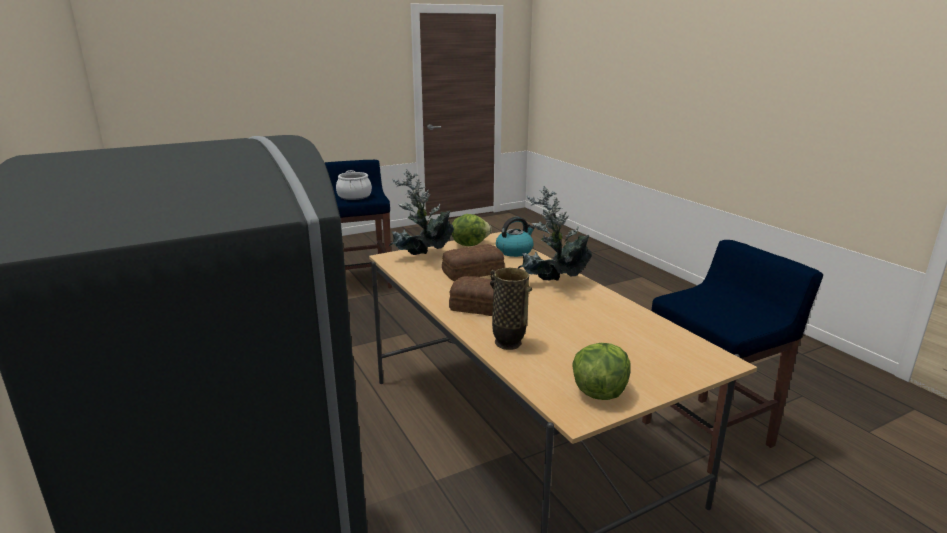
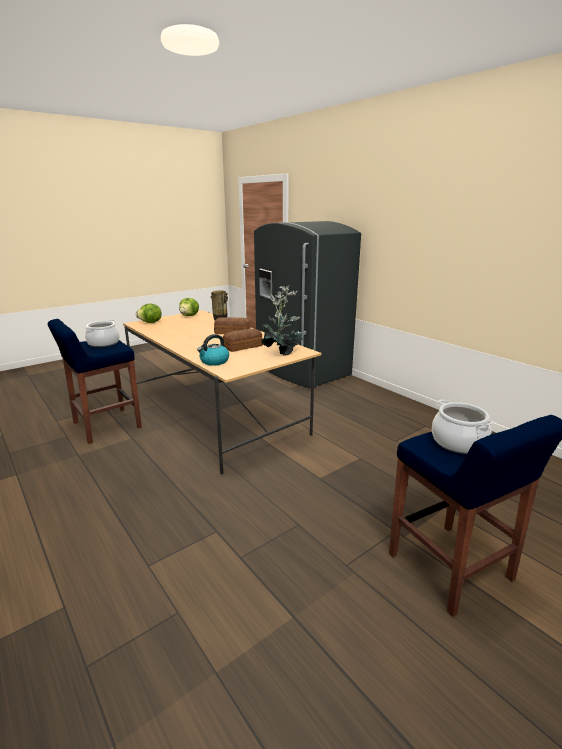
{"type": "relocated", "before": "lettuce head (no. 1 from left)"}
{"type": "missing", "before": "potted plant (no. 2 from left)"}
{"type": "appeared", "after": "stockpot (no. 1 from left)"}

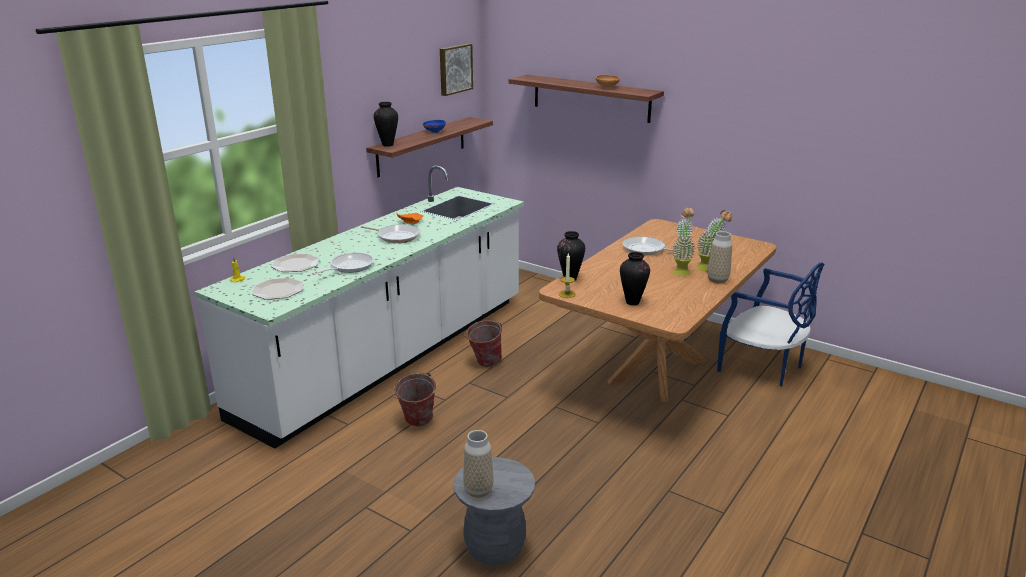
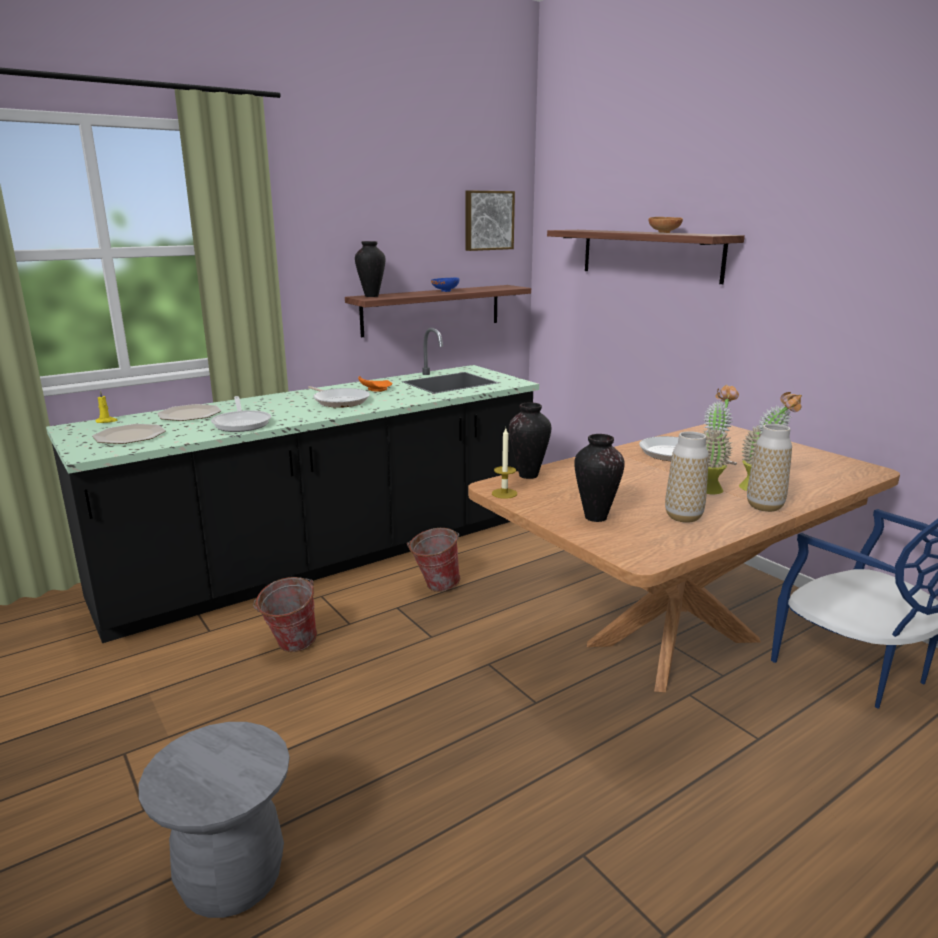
{"type": "colour", "before": "whitish counter", "after": "black-coloured counter"}
{"type": "spun", "before": "frying pan (no. 1 from left)", "turn": 105}
{"type": "relocated", "before": "decorative vase (no. 2 from left in the first image)", "after": "decorative vase (no. 4 from left)"}

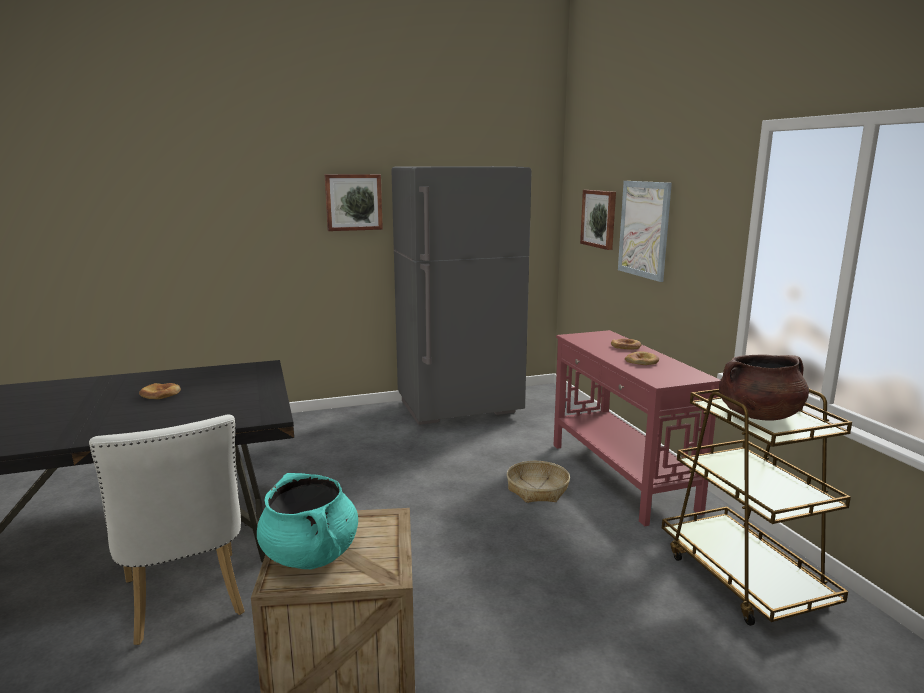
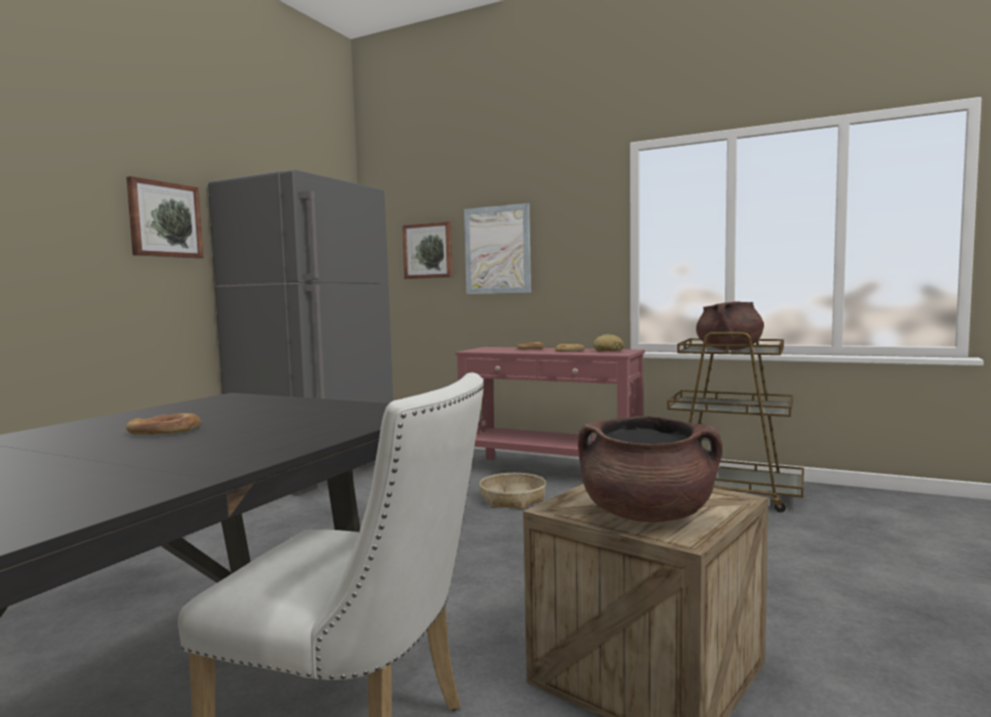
{"type": "colour", "before": "turquoise stockpot", "after": "brownish stockpot (no. 1 from left)"}
{"type": "appeared", "after": "bakery bread (no. 4 from left)"}

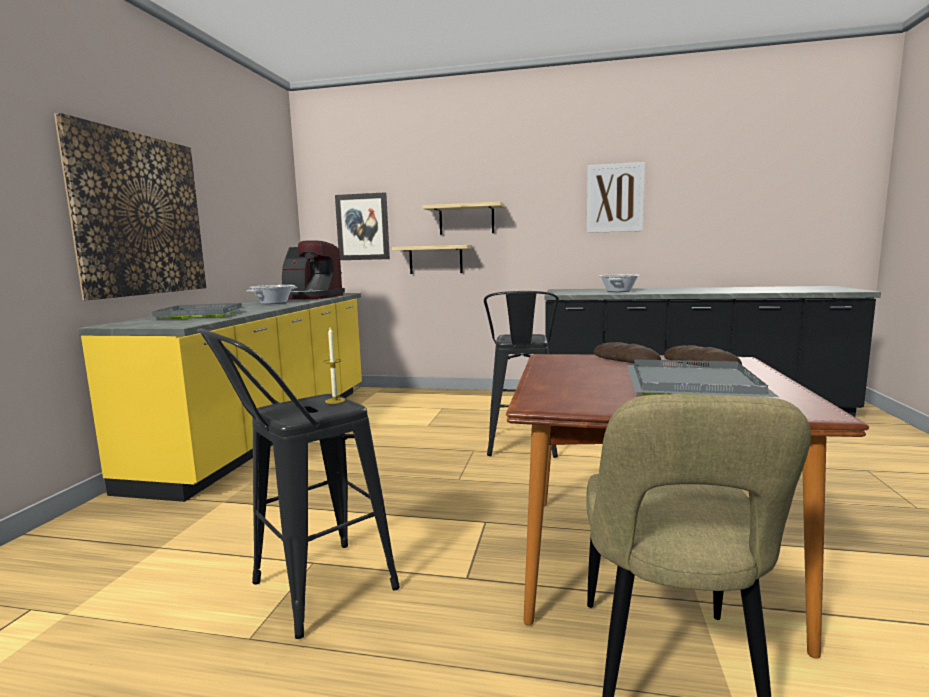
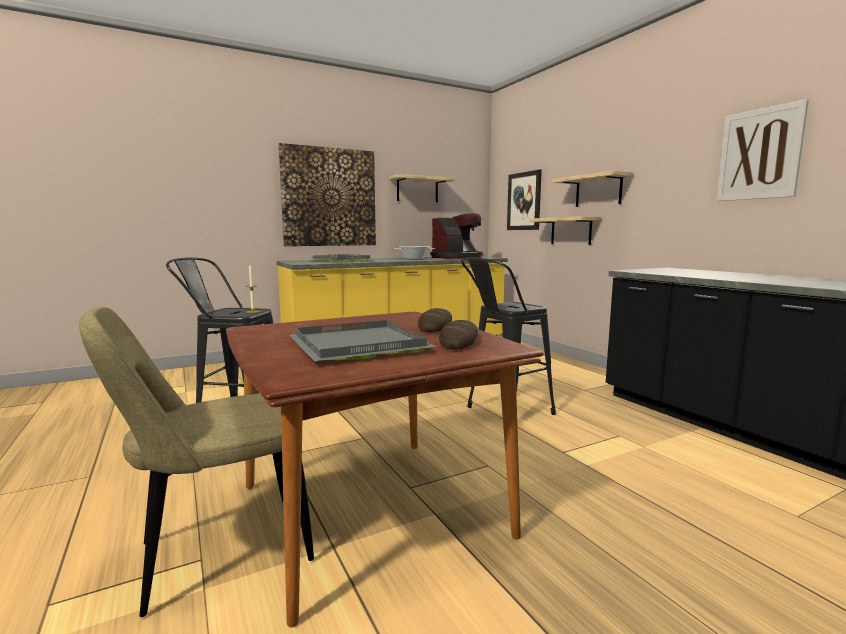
{"type": "spun", "before": "coffee machine", "turn": -105}
{"type": "missing", "before": "stockpot (no. 2 from left)"}
{"type": "appeared", "after": "wall shelf (no. 1 from left)"}

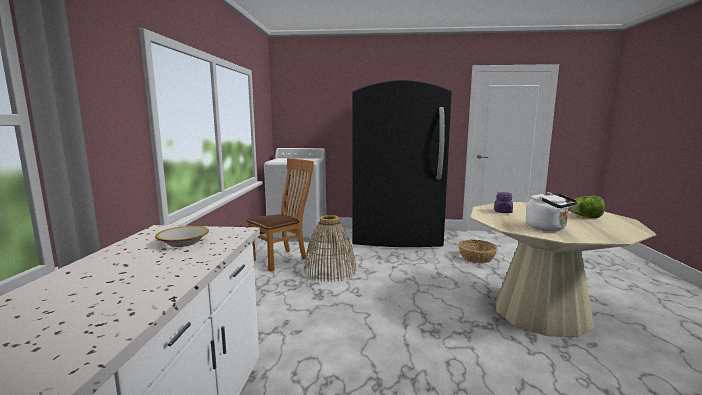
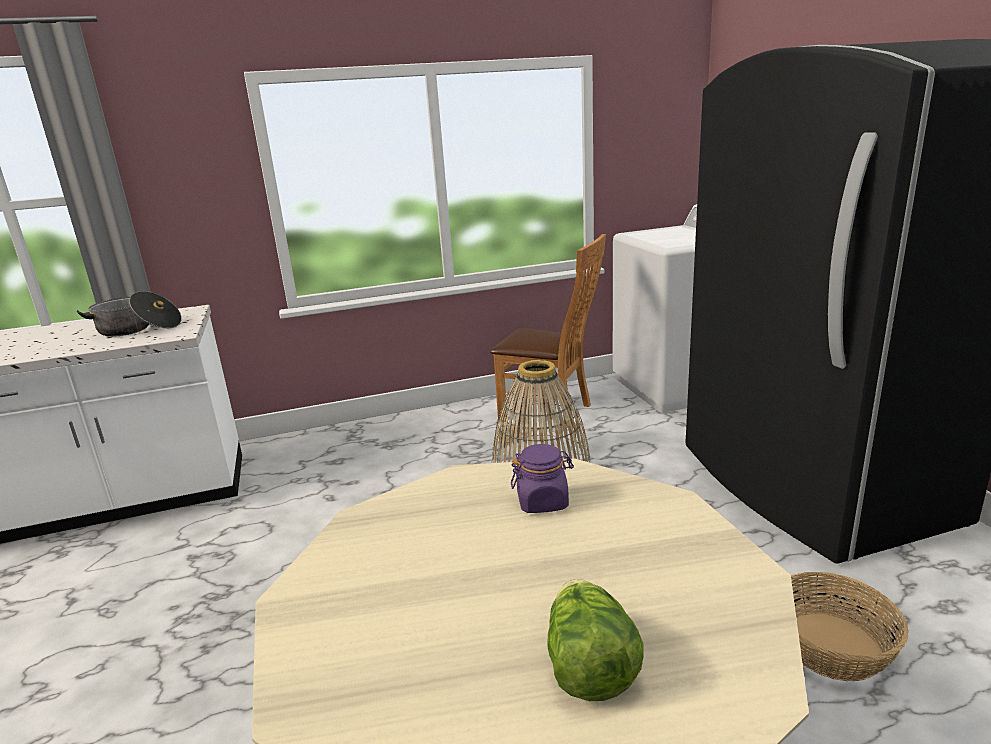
{"type": "exchanged", "before": "serving bowl", "after": "stockpot"}
{"type": "missing", "before": "whitish kettle"}

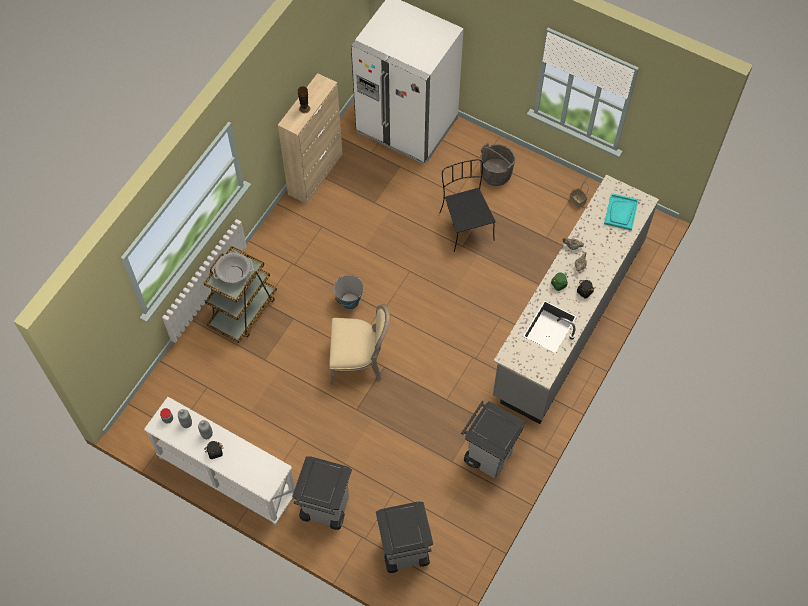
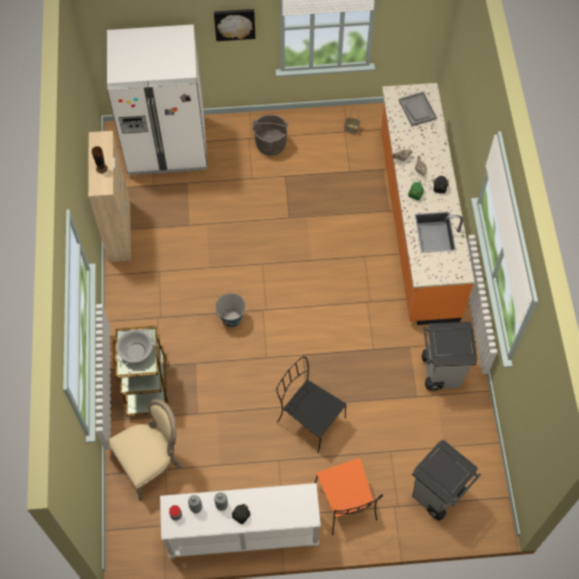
{"type": "exchanged", "before": "gray rubbish bin (no. 1 from left)", "after": "orange chair"}
{"type": "relocated", "before": "sand-coloured chair"}
{"type": "relocated", "before": "black-coloured chair"}
{"type": "colour", "before": "gray counter", "after": "orange counter"}
{"type": "colour", "before": "turquoise carrying tray", "after": "gray carrying tray"}
{"type": "appeared", "after": "picture"}

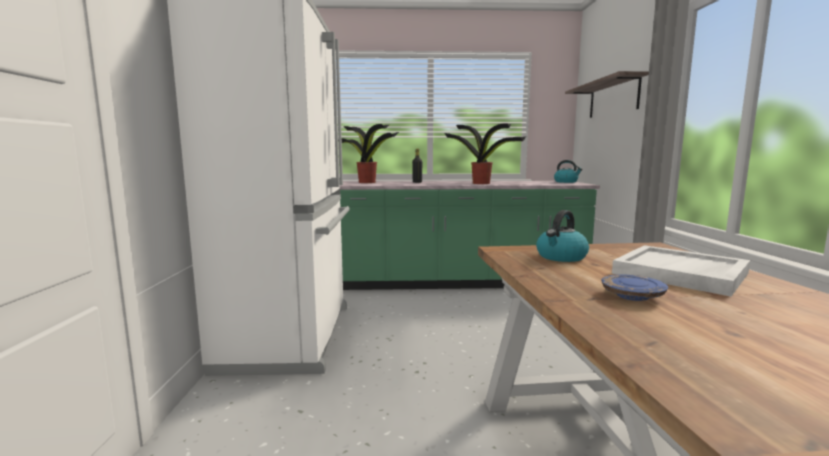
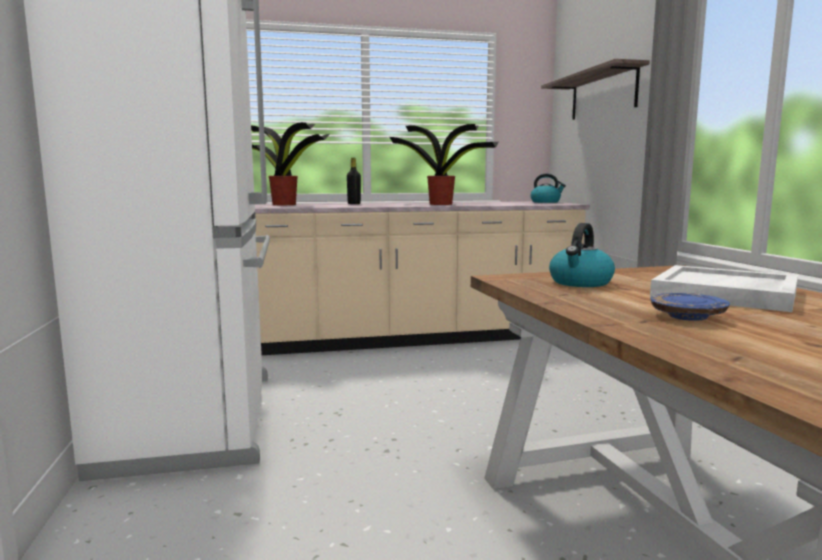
{"type": "colour", "before": "greenish counter", "after": "sand-coloured counter"}

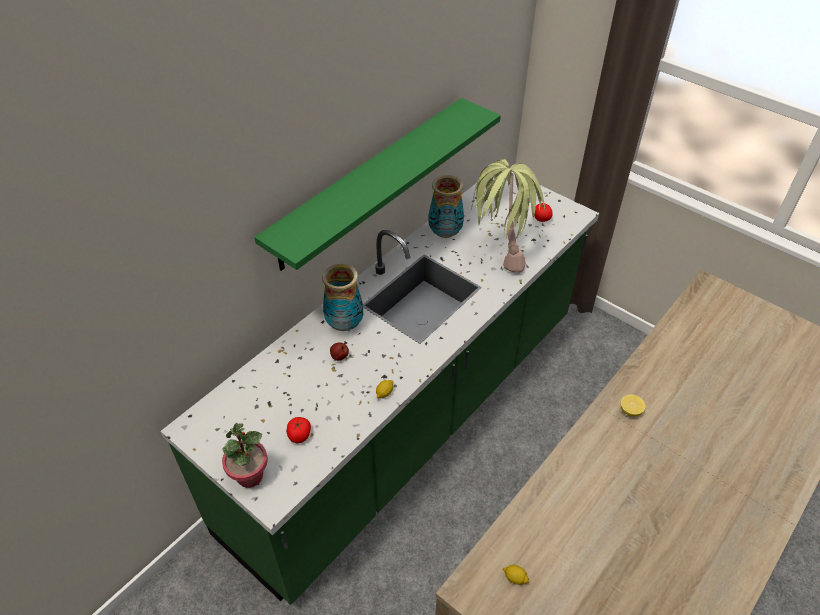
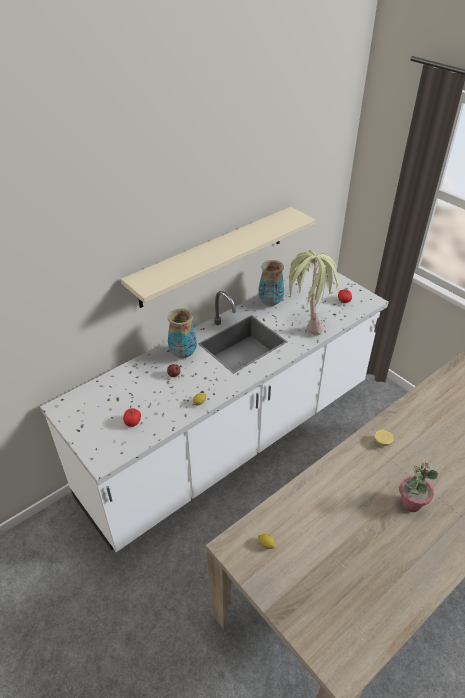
{"type": "colour", "before": "greenish counter", "after": "whitish counter"}
{"type": "relocated", "before": "potted plant (no. 1 from left in the first image)", "after": "potted plant (no. 2 from left)"}
{"type": "colour", "before": "greenish wall shelf", "after": "sand-coloured wall shelf"}

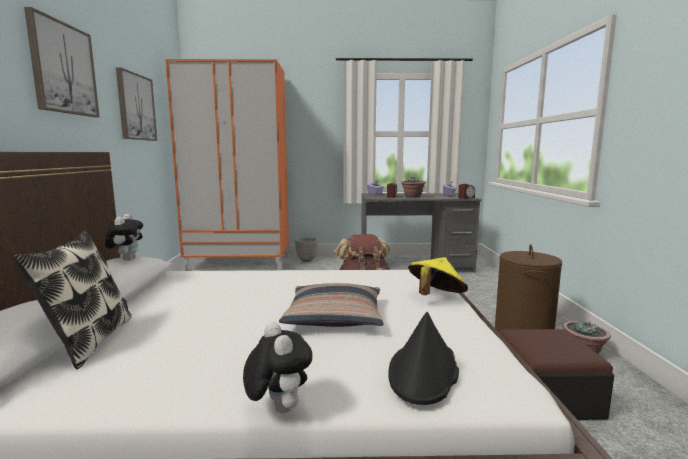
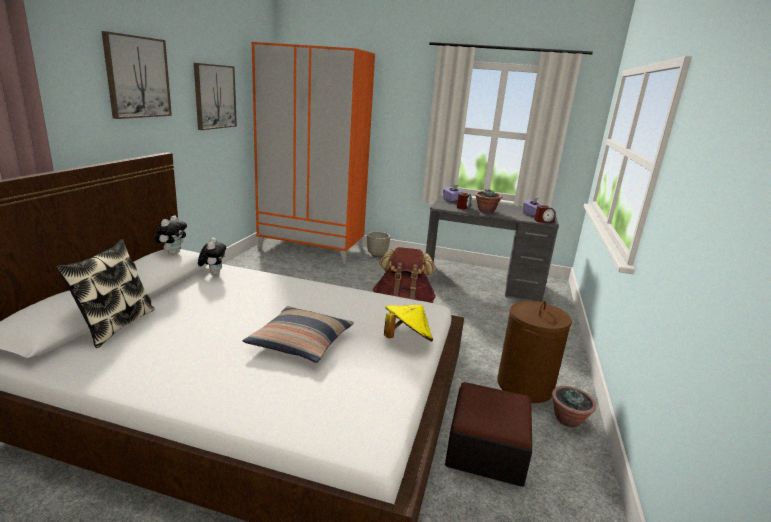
{"type": "relocated", "before": "cuddly toy (no. 2 from left)"}
{"type": "missing", "before": "black-coloured clothing hat"}

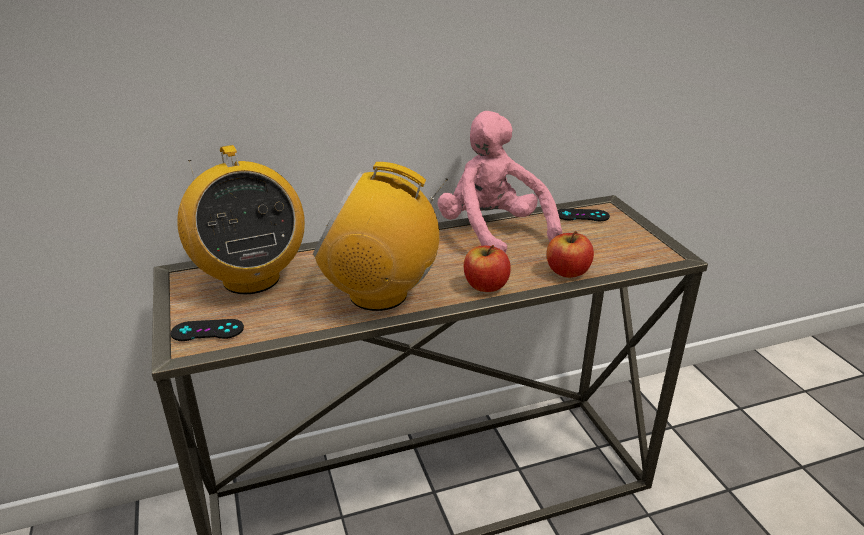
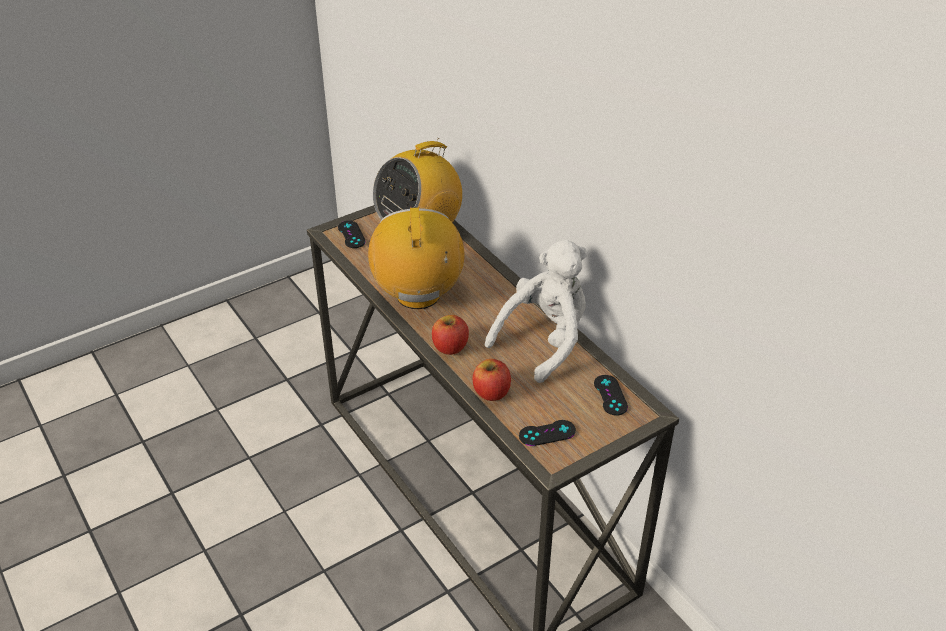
{"type": "colour", "before": "pinkish cuddly toy", "after": "whitish cuddly toy"}
{"type": "appeared", "after": "black-coloured game controller (no. 2 from left)"}

